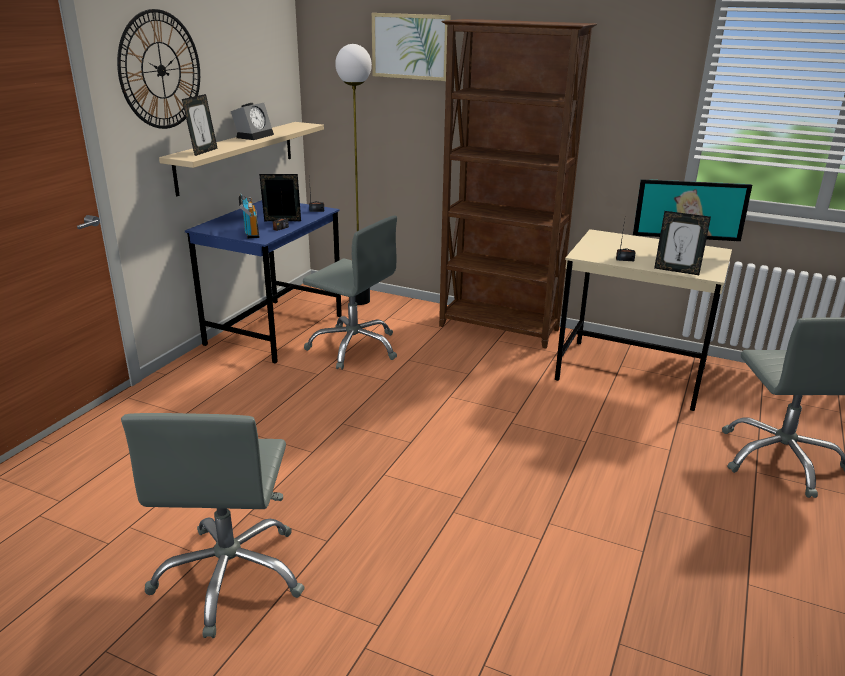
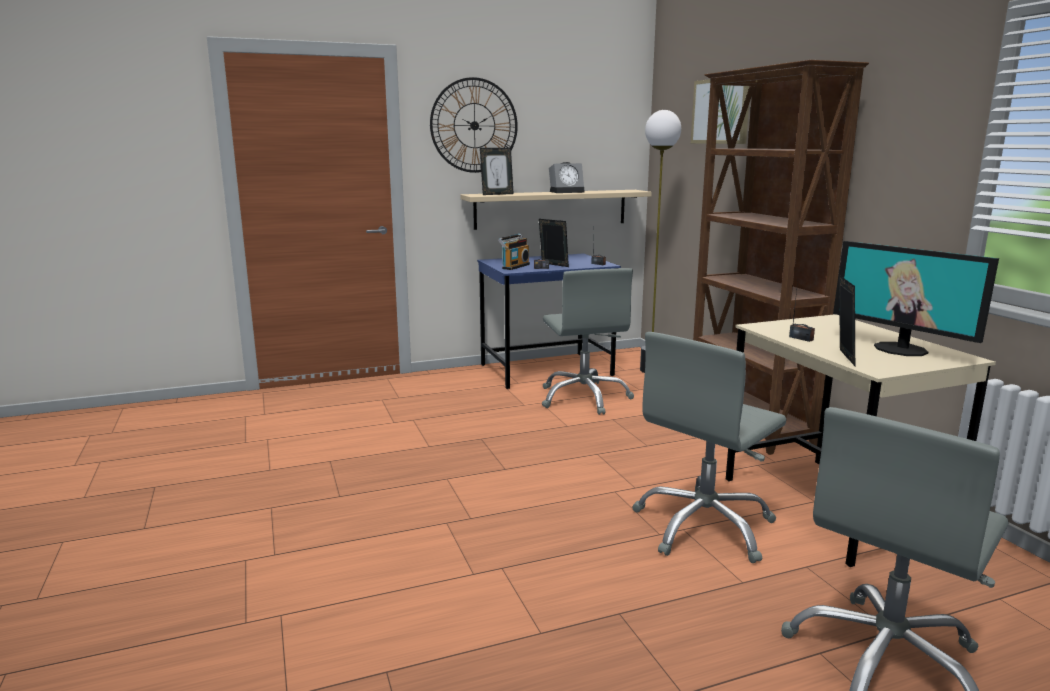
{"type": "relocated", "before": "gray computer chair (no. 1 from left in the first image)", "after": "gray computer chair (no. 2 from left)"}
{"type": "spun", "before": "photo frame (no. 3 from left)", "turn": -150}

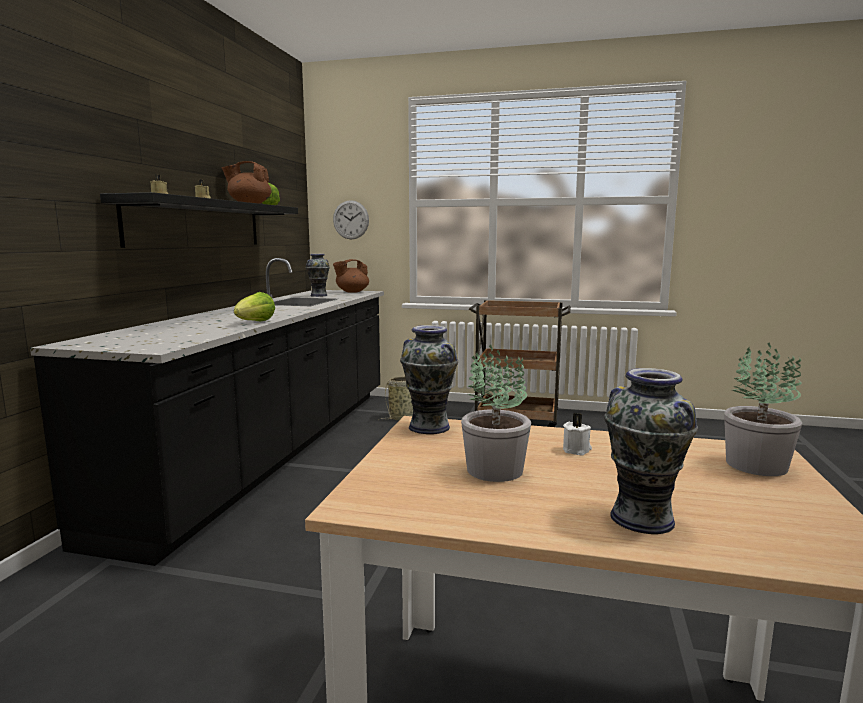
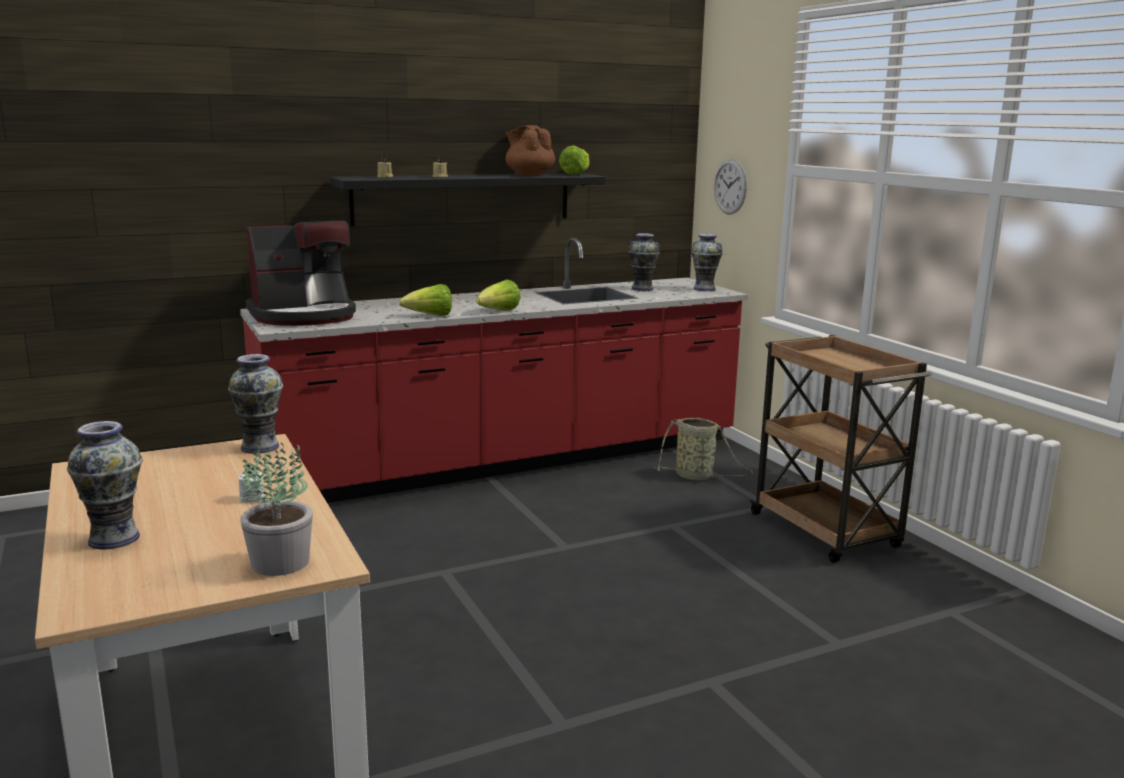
{"type": "colour", "before": "black-coloured counter", "after": "red counter"}
{"type": "exchanged", "before": "brownish pot for tea (no. 2 from left)", "after": "decorative vase (no. 4 from left)"}
{"type": "missing", "before": "potted plant (no. 1 from left)"}
{"type": "appeared", "after": "coffee machine"}
{"type": "appeared", "after": "lettuce head (no. 2 from left)"}

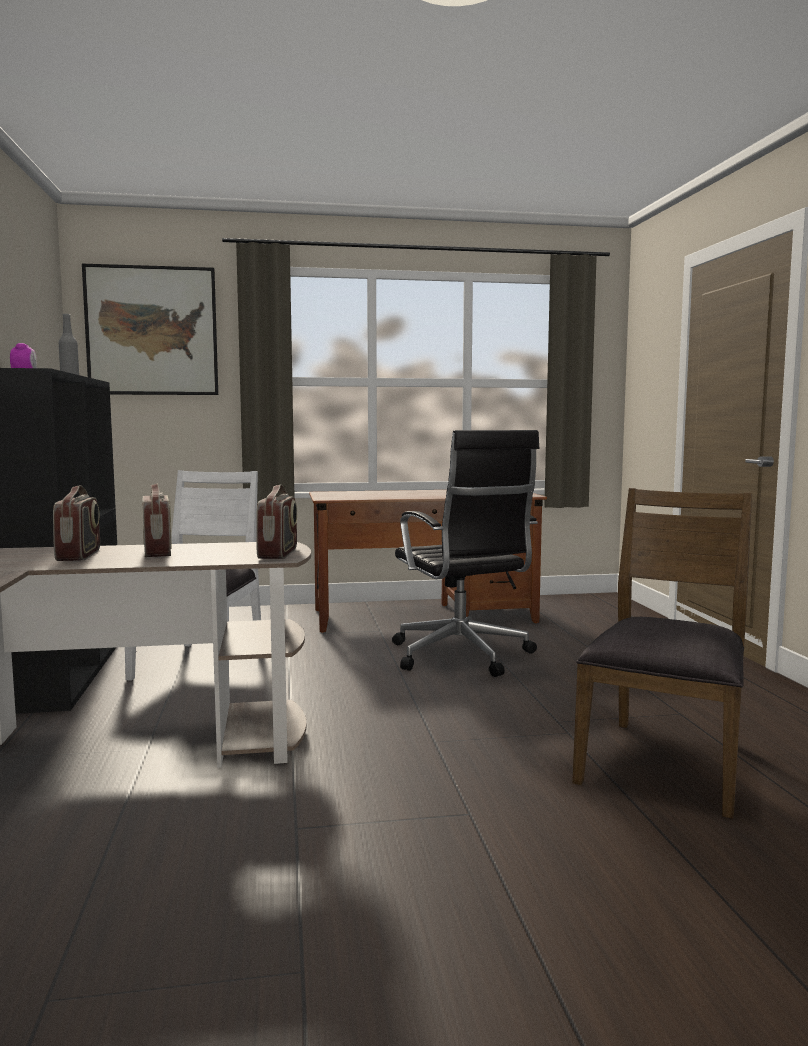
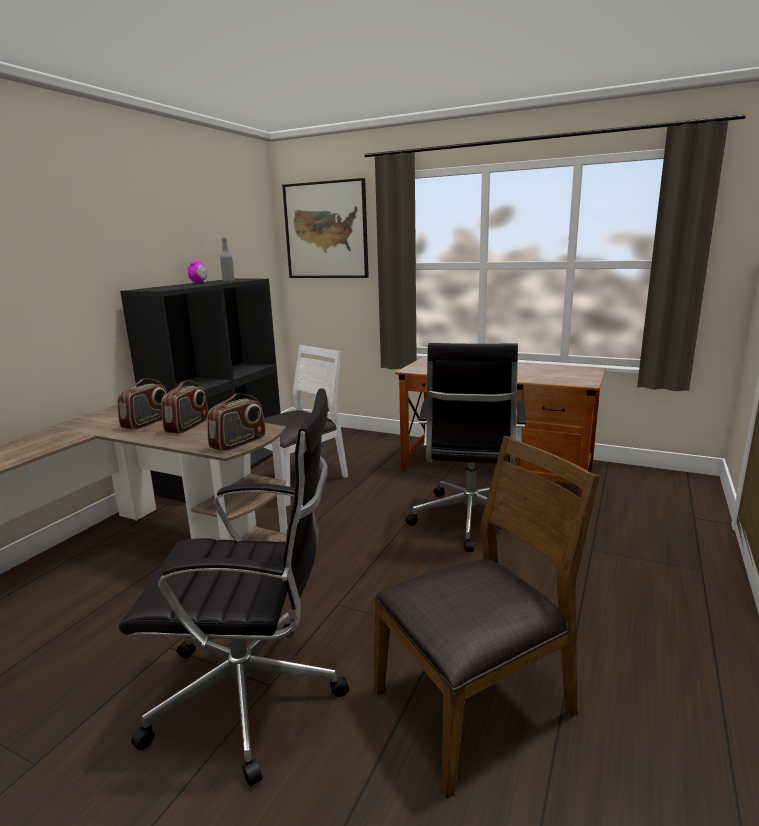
{"type": "appeared", "after": "black-coloured computer chair (no. 1 from left)"}

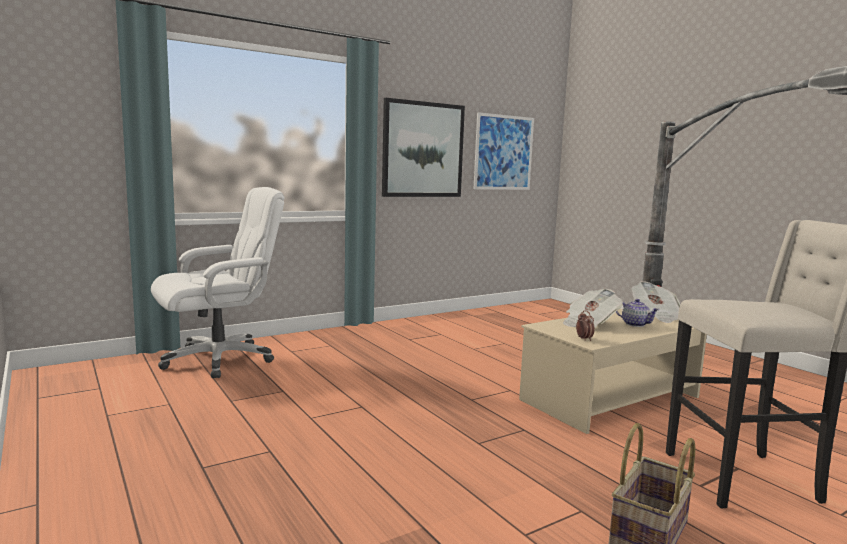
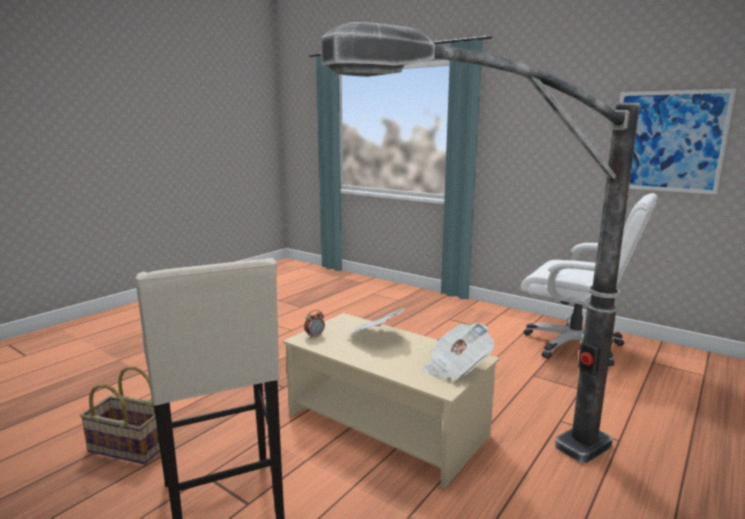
{"type": "relocated", "before": "whitish computer chair"}
{"type": "missing", "before": "picture (no. 1 from left)"}
{"type": "missing", "before": "pot for tea"}

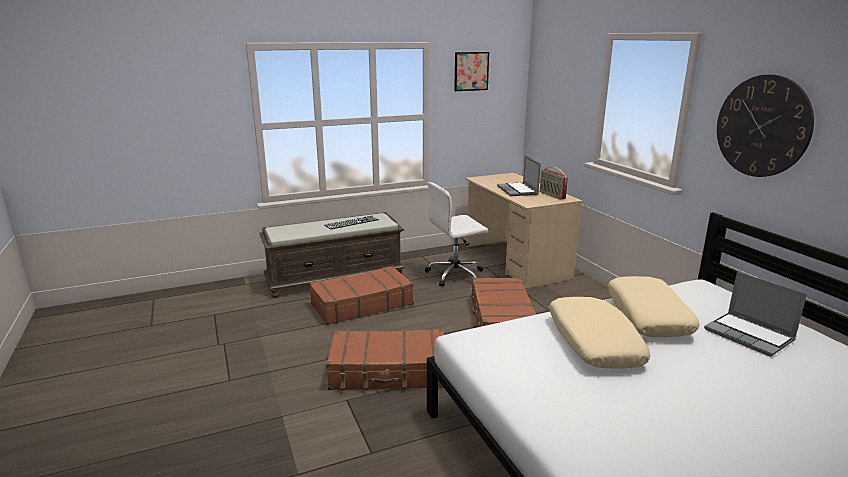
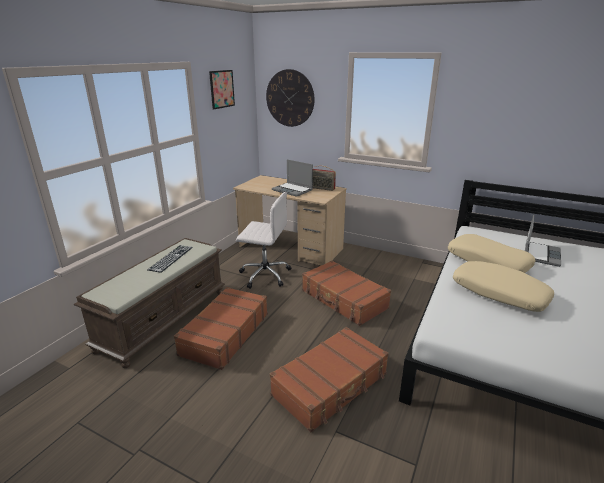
{"type": "spun", "before": "whitish computer chair", "turn": -105}
{"type": "spun", "before": "portable computer (no. 2 from left)", "turn": -75}
{"type": "relocated", "before": "wall clock"}

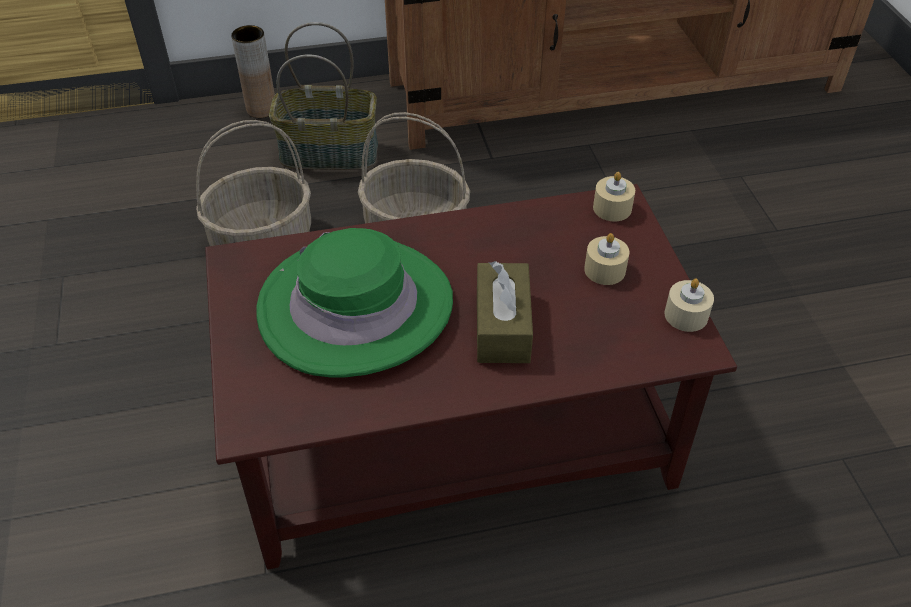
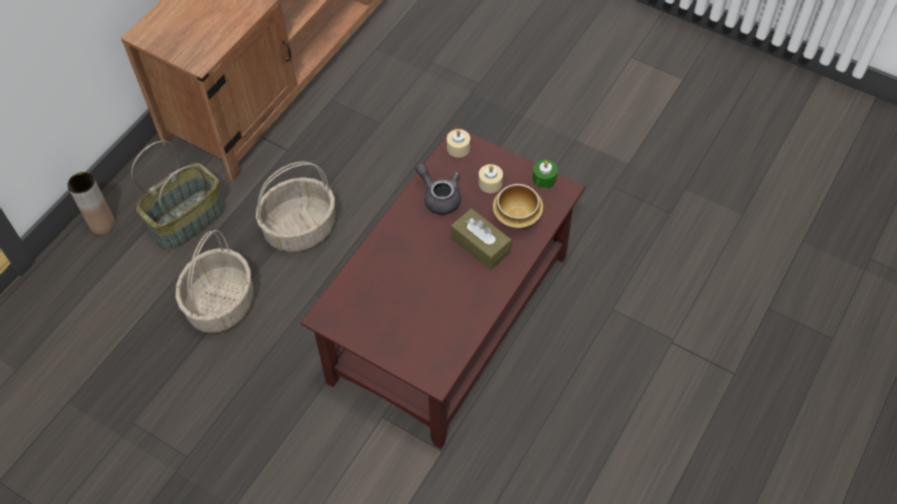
{"type": "missing", "before": "greenish clothing hat"}
{"type": "colour", "before": "sand-coloured wax light (no. 3 from left)", "after": "greenish wax light"}
{"type": "appeared", "after": "gray pot for tea"}
{"type": "appeared", "after": "serving bowl"}

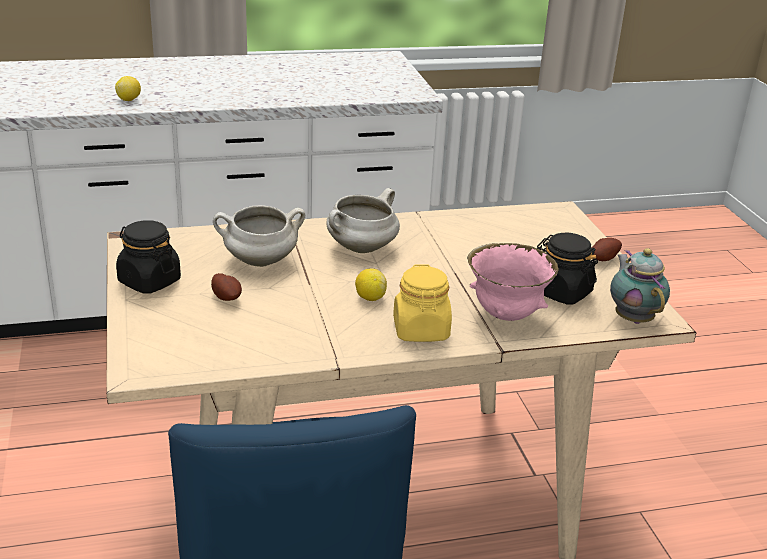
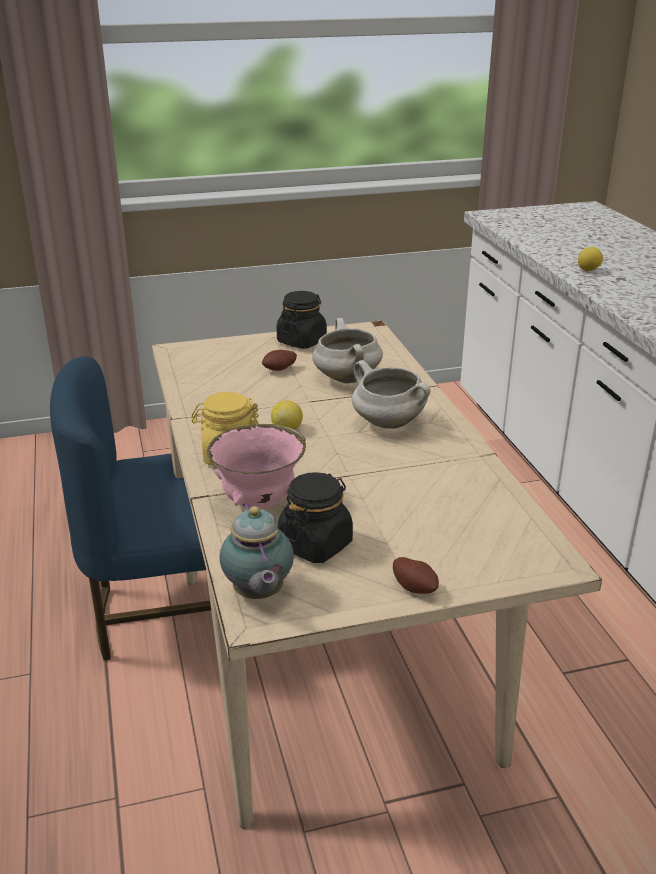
{"type": "spun", "before": "pot for tea", "turn": 90}

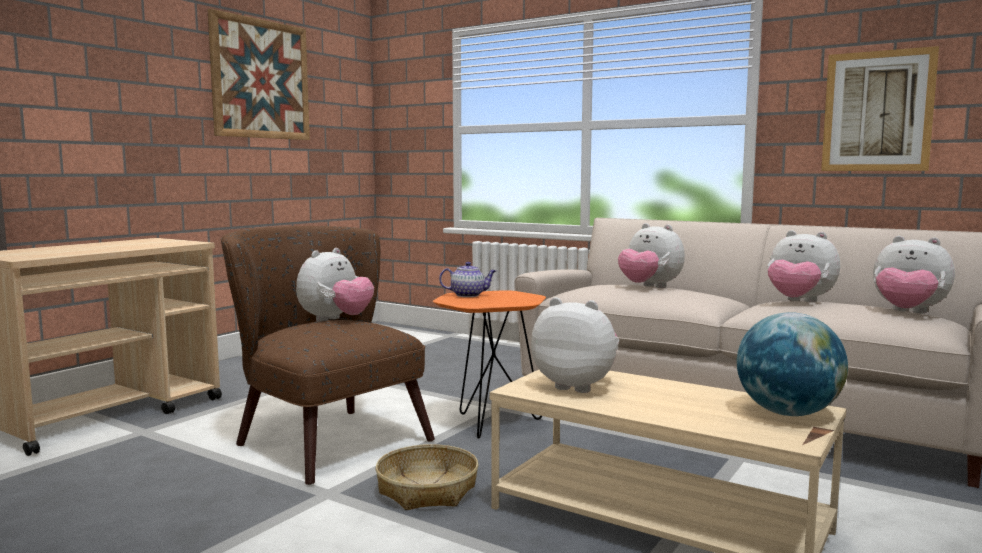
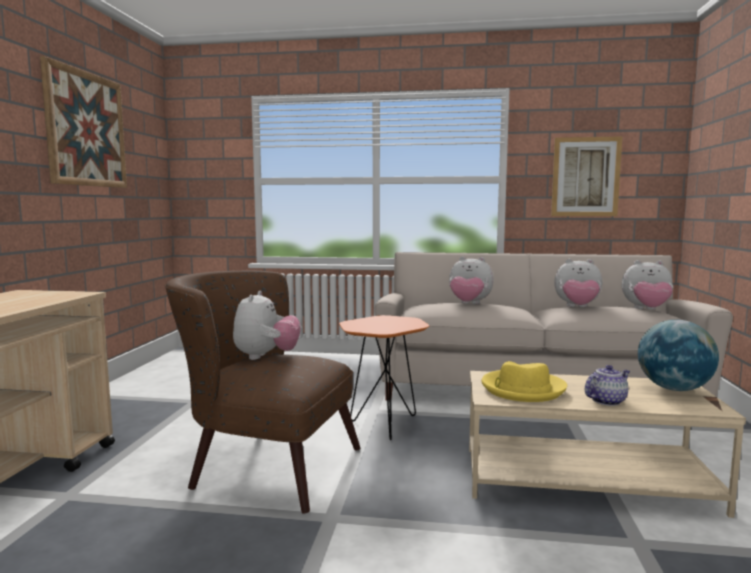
{"type": "missing", "before": "household basket"}
{"type": "relocated", "before": "pot for tea"}
{"type": "exchanged", "before": "cuddly toy (no. 2 from left)", "after": "yellow-coloured clothing hat"}

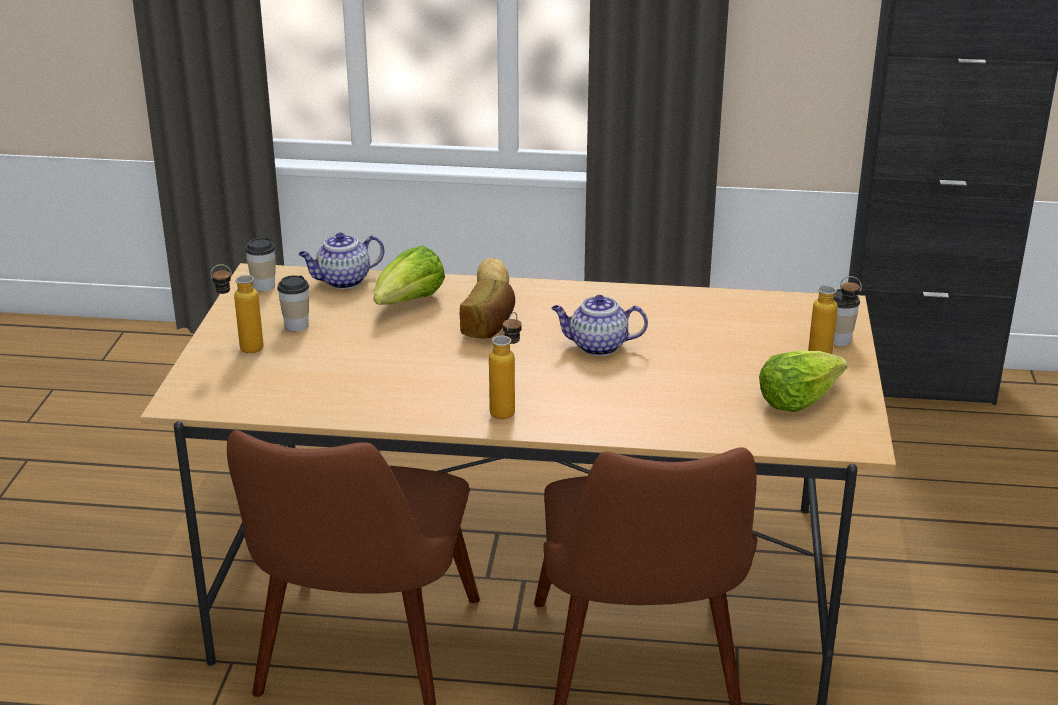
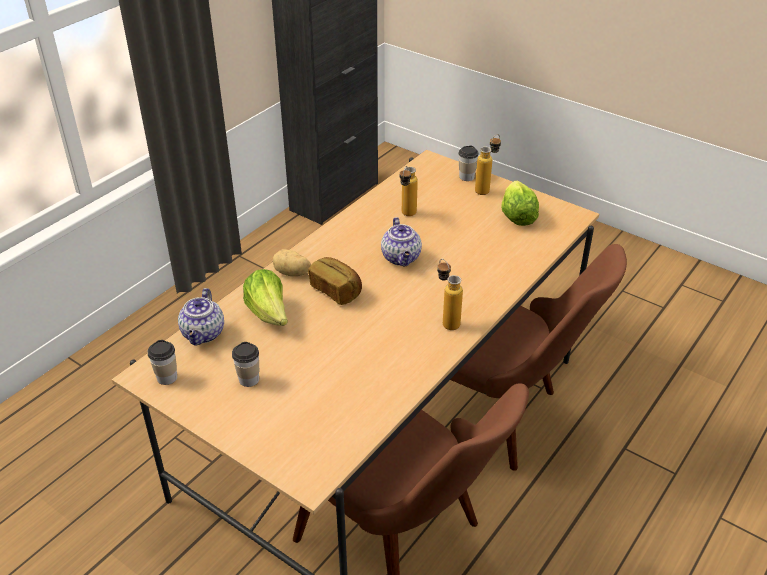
{"type": "relocated", "before": "bottle (no. 1 from left)"}
{"type": "spun", "before": "pot for tea (no. 2 from left)", "turn": -45}

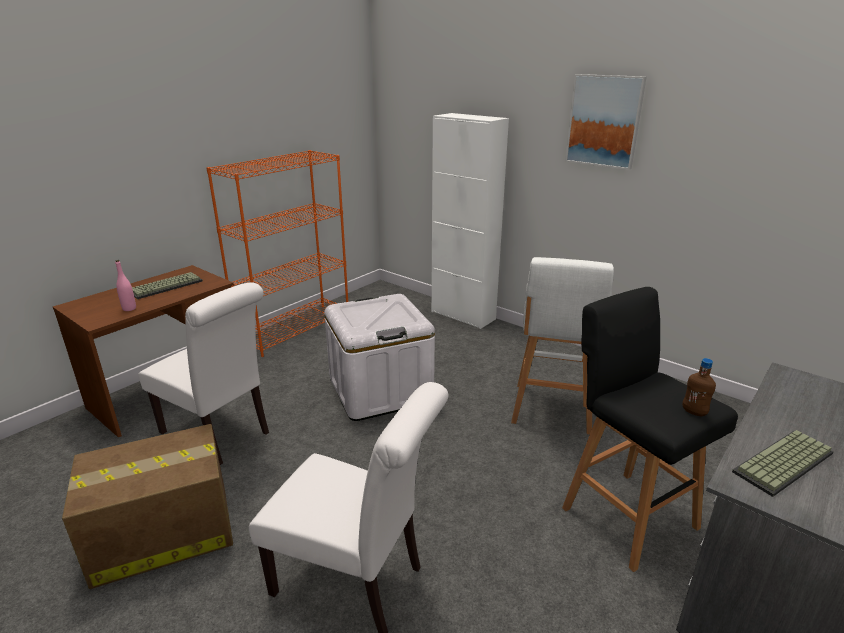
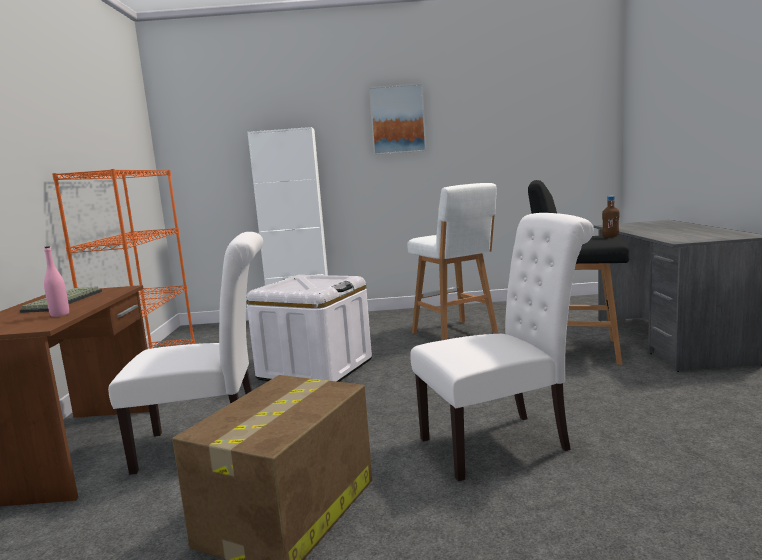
{"type": "missing", "before": "PC keyboard (no. 2 from left)"}

